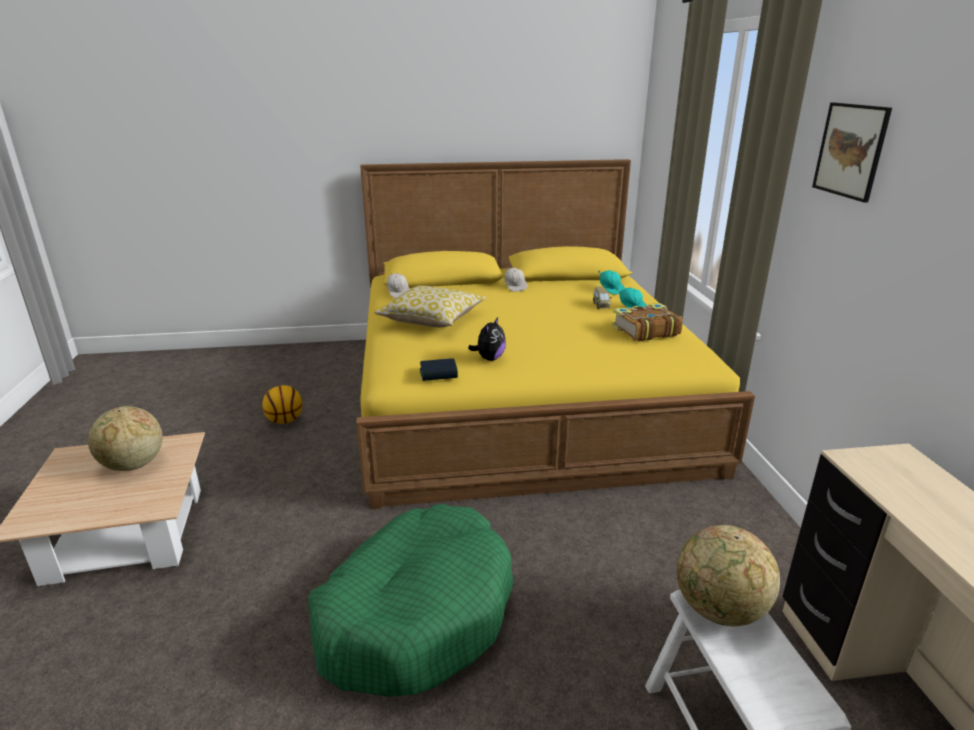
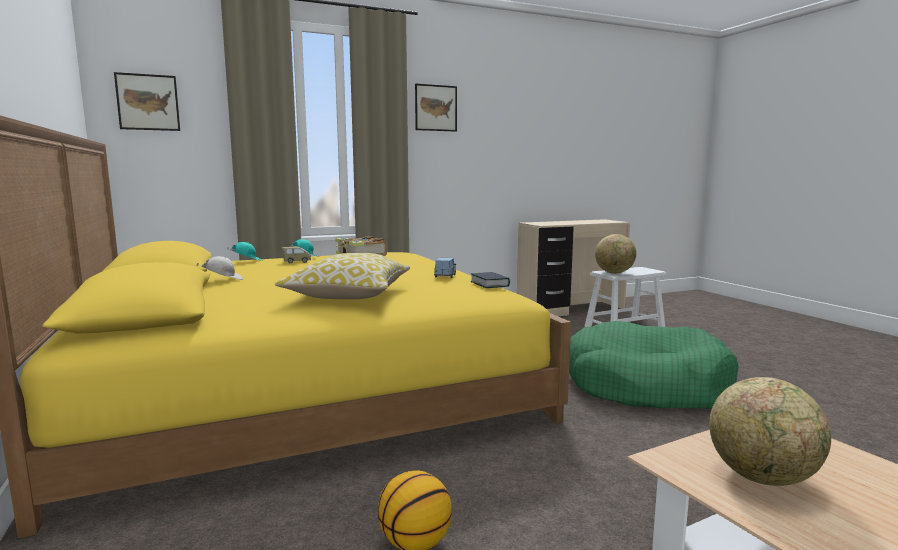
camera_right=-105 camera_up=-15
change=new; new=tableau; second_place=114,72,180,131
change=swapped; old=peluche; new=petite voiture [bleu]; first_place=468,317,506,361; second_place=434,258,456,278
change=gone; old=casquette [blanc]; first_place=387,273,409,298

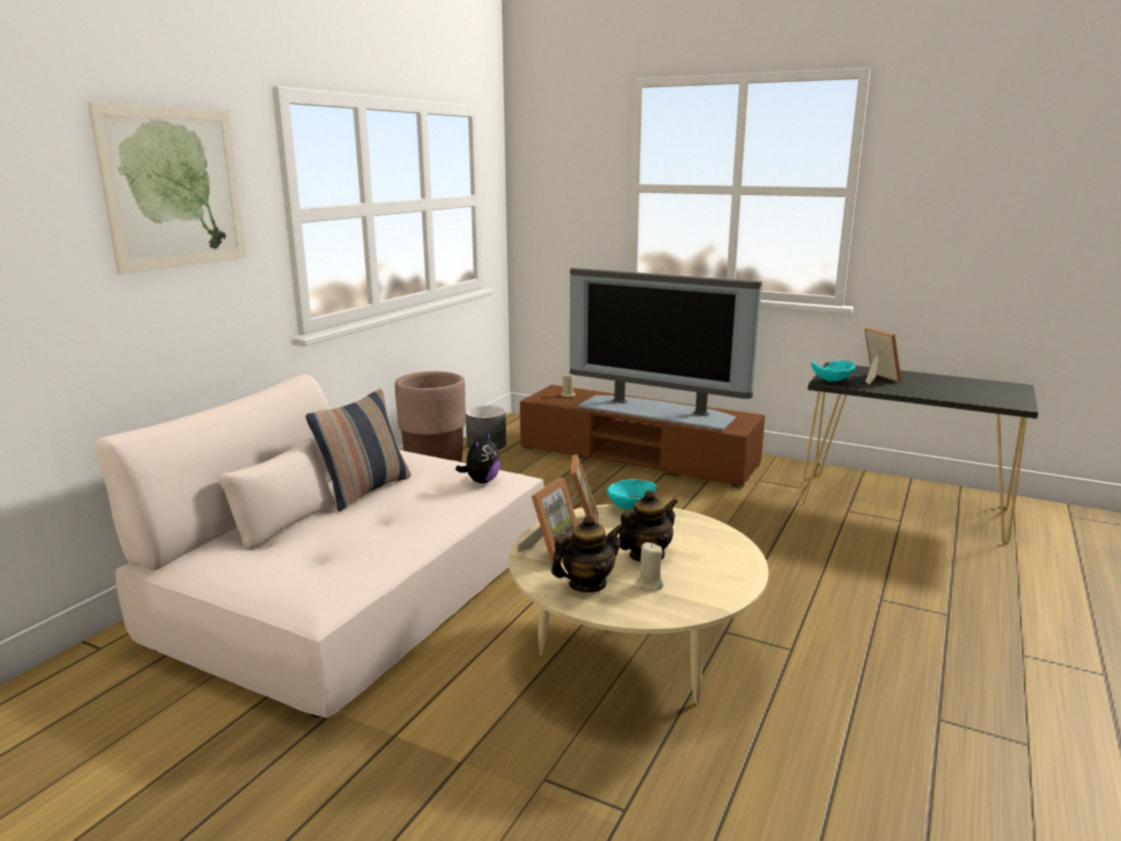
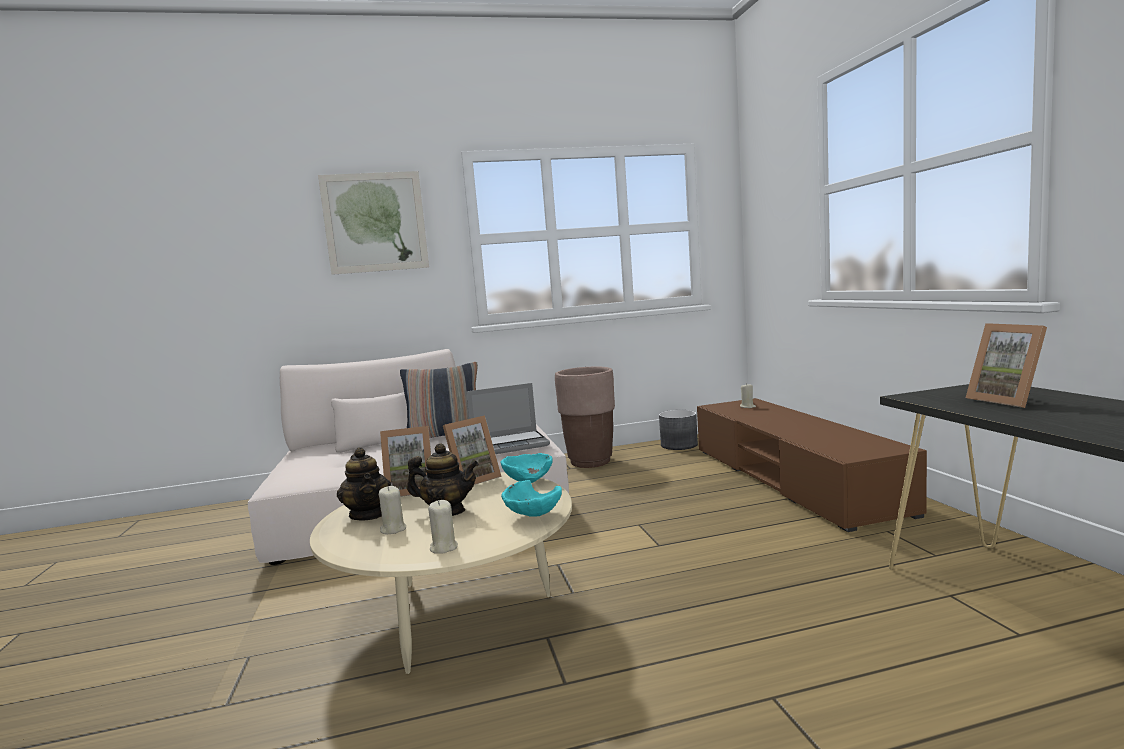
camera_right=50 camera_up=-10
change=rotated; old=théière; first_place=551,515,624,592; second_place=337,447,392,520; degrees=45
change=new; new=bougie [beige]; second_place=428,500,458,554
change=swapped; old=peluche; new=ordinateur portable; first_place=455,432,500,483; second_place=466,383,550,454
change=shifted; old=bol [turquoise]; first_place=811,360,856,382; second_place=501,480,562,517
change=rotated; old=cadre photo; first_place=865,327,901,384; second_place=966,323,1047,408; degrees=135
change=gone; old=téléviseur; first_place=570,268,762,430

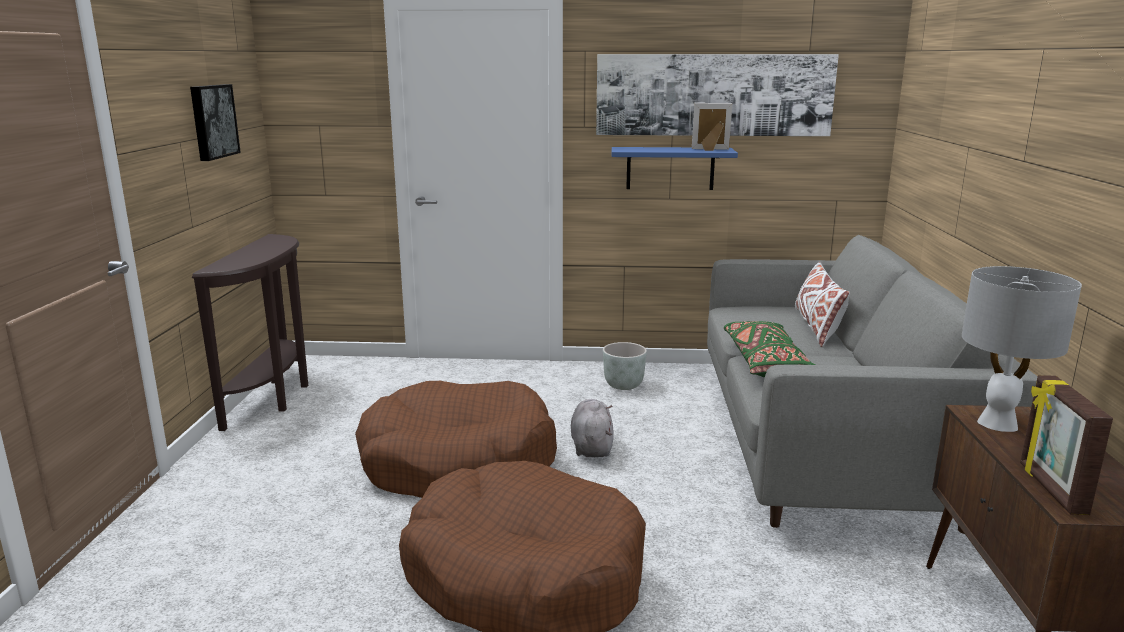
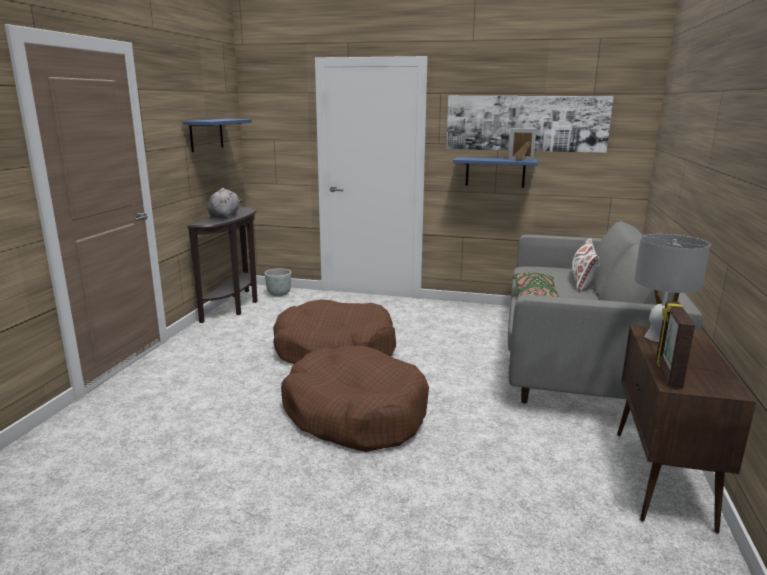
camera_right=10 camera_up=0
change=swapped; old=tableau; new=étagère [bleu]; first_place=190,84,241,161; second_place=182,119,252,152
change=shifted; old=peluche [gris]; first_place=571,399,614,457; second_place=208,188,242,219
change=shifted; old=cache-pot [gris]; first_place=603,342,647,390; second_place=265,269,291,296

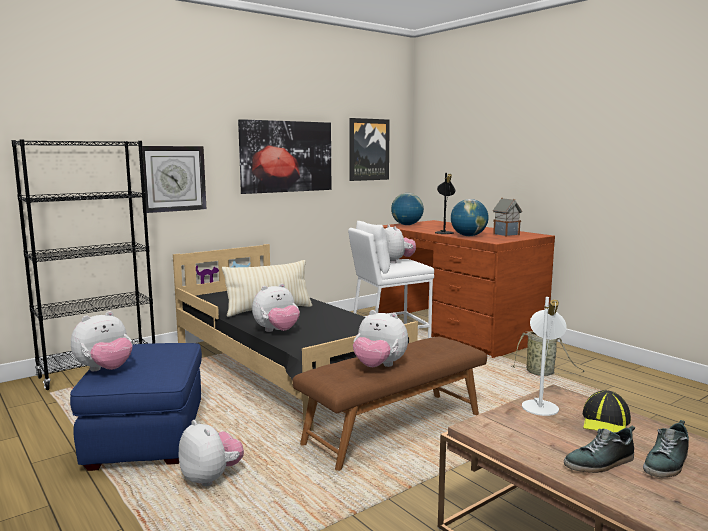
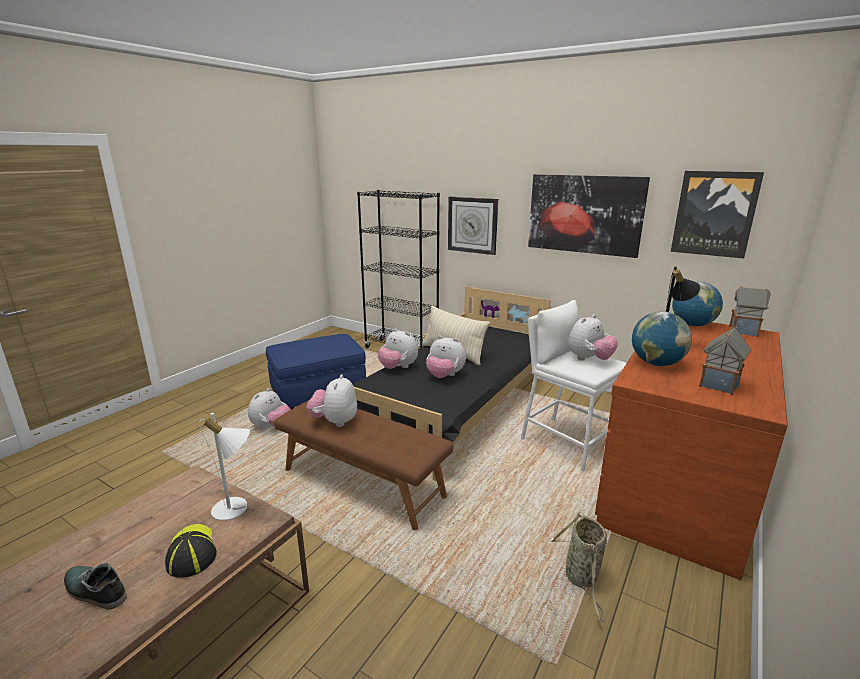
camera_right=70 camera_up=10
change=rotated; old=casquette; first_place=583,390,631,432; second_place=165,524,217,578; degrees=60
change=shifted; old=peluche; first_place=71,311,132,371; second_place=426,336,466,378
change=new; new=maison miniature; second_place=729,286,771,337
change=gone; old=chaussure; first_place=564,426,635,473

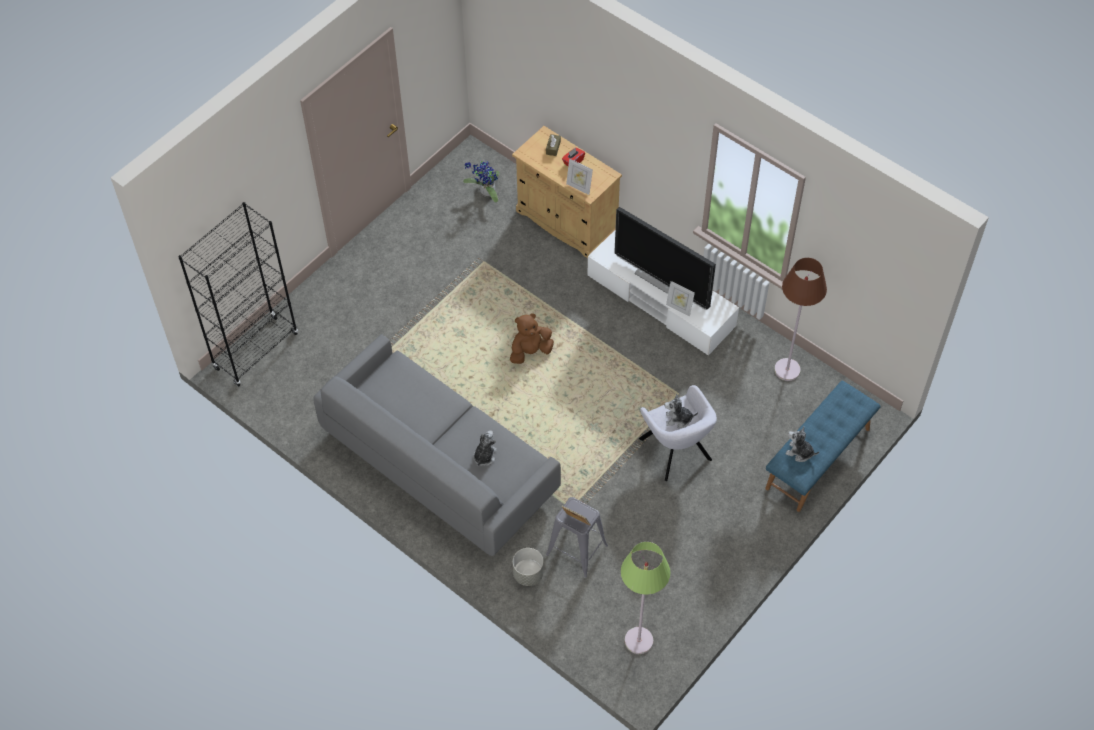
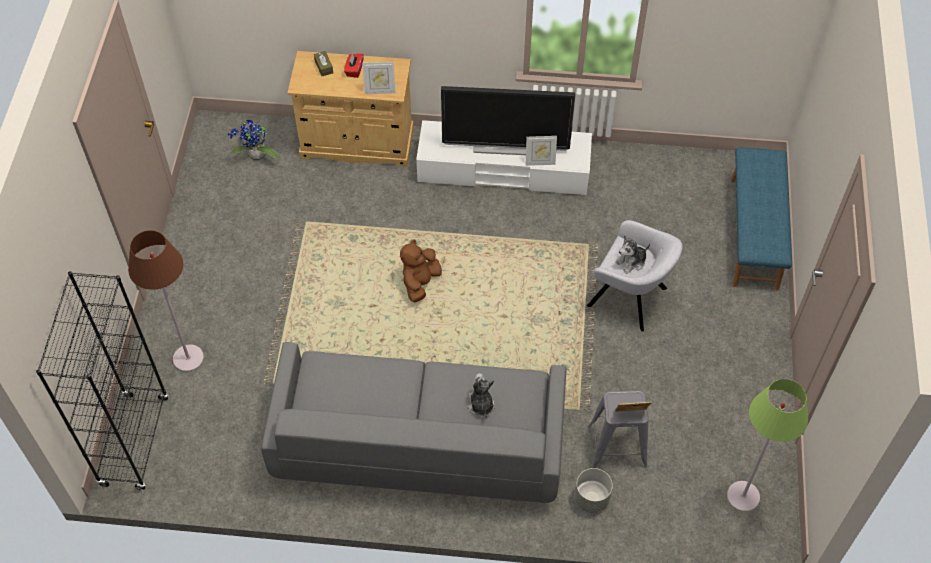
camera_right=-35 camera_up=0
change=shifted; old=lampadaire [marron]; first_place=774,258,827,381; second_place=128,230,204,372
change=gone; old=peluche; first_place=785,427,819,462

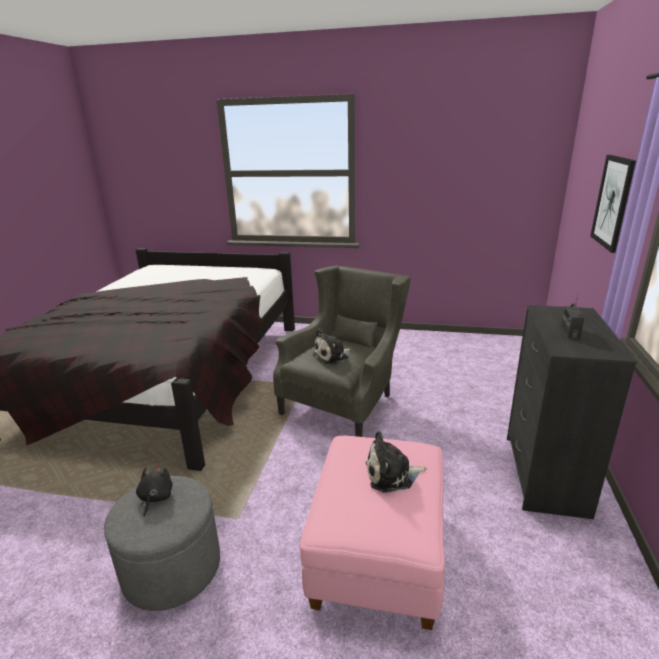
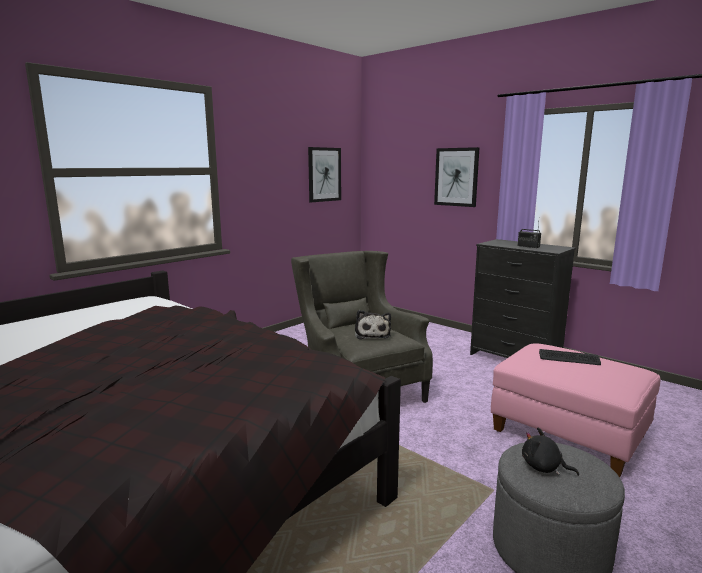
camera_right=-60 camera_up=-10
change=new; new=tableau; second_place=308,147,341,202
change=swapped; old=peluche; new=clavier; first_place=366,431,427,493; second_place=539,349,601,365

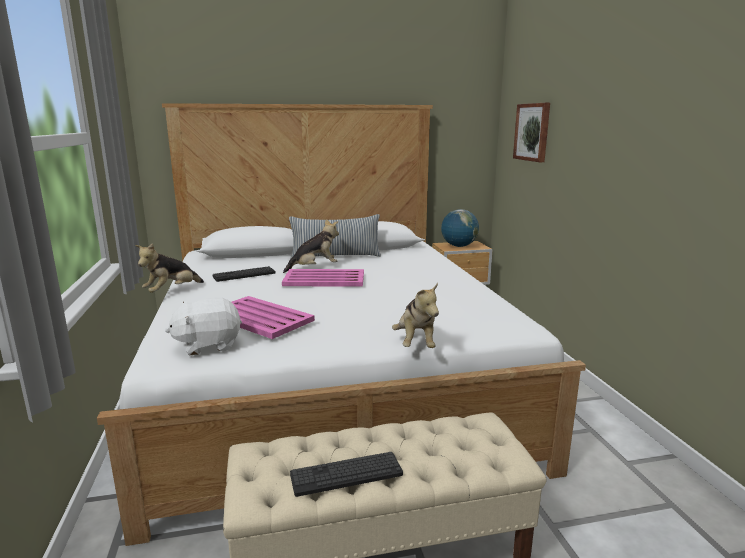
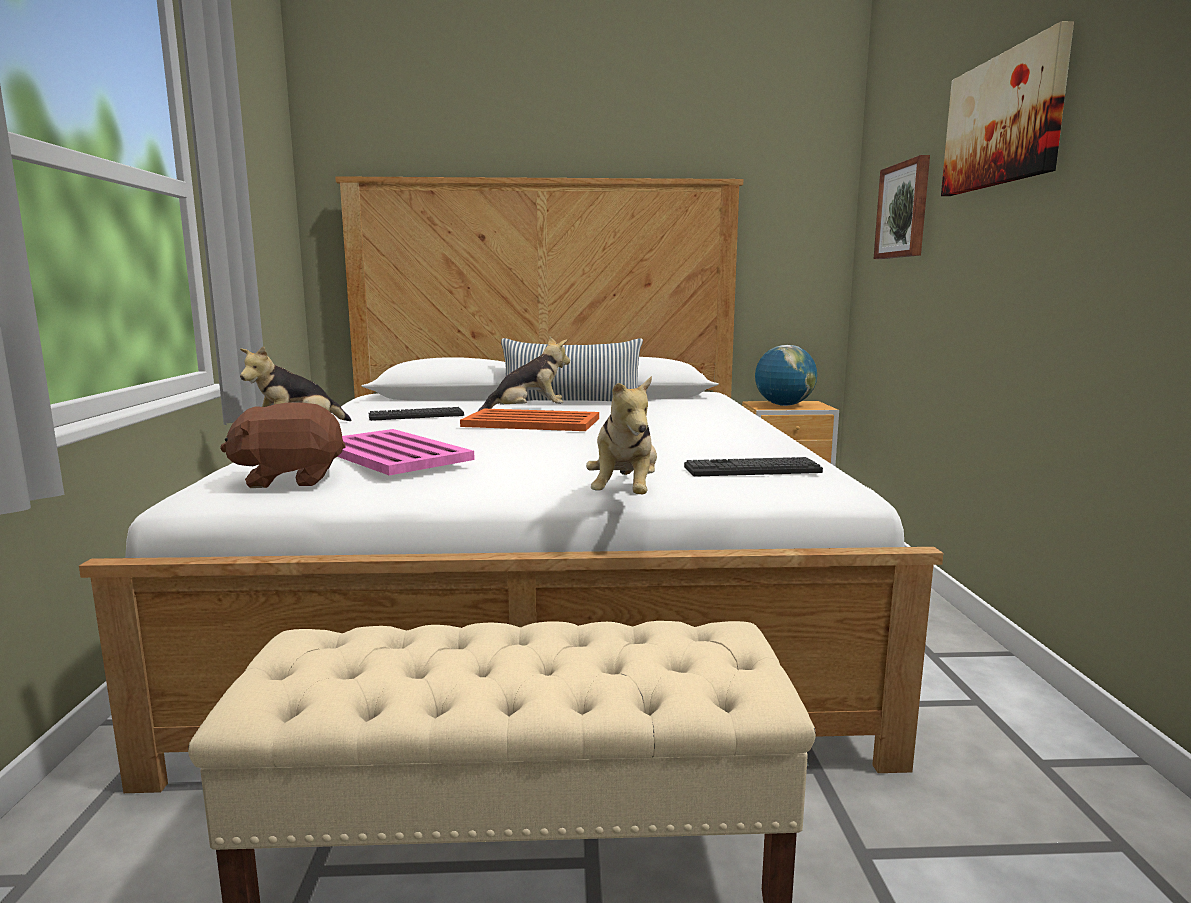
camera_right=10 camera_up=-5
change=repainted; old=peluche [blanc]; new=peluche [marron]; first_place=165,298,242,355; second_place=220,402,346,488
change=repainted; old=plateau [rose]; new=plateau [orange]; first_place=282,269,364,287; second_place=460,409,599,431
change=shifted; old=clavier; first_place=290,452,403,497; second_place=684,457,823,476
change=new; new=tableau; second_place=941,21,1074,196

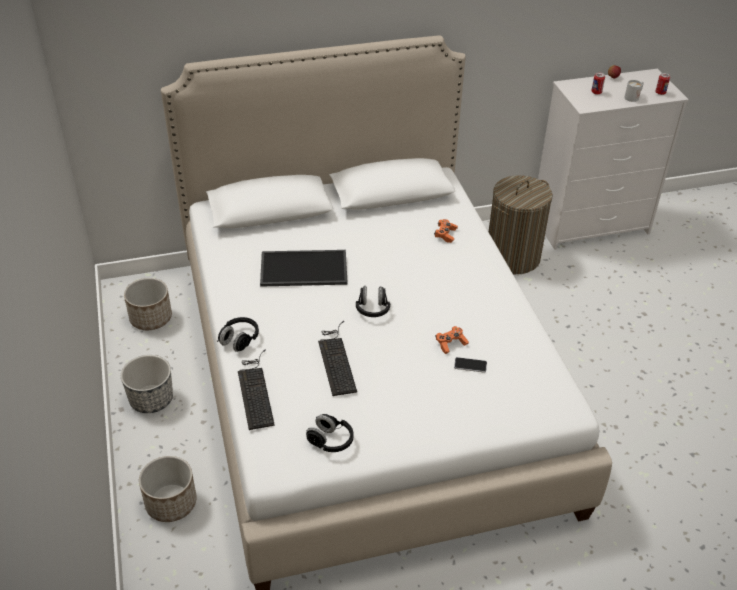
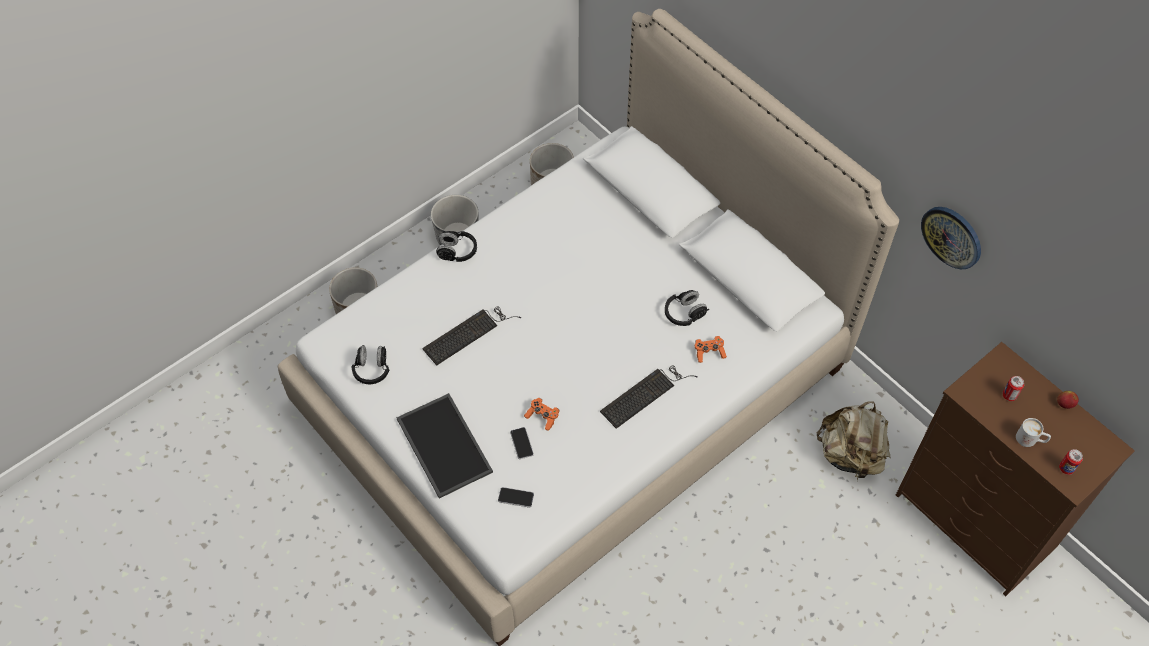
camera_right=65 camera_up=15
change=shifted; old=plateau; first_place=260,250,348,287; second_place=397,393,493,498
change=new; new=téléphone; second_place=498,487,534,508
change=shifted; old=clavier; first_place=238,349,275,430; second_place=600,365,698,429
change=shifted; old=casque audio [noir]; first_place=356,286,390,317; second_place=665,290,709,326
change=swapped; old=panier à linge; new=sac à dos [beige]; first_place=489,175,553,274; second_place=817,401,890,481
change=repainted; old=commode [blanc]; new=commode [marron]; first_place=538,69,689,250; second_place=896,342,1135,596
change=new; new=horloge murale; second_place=921,207,981,269

